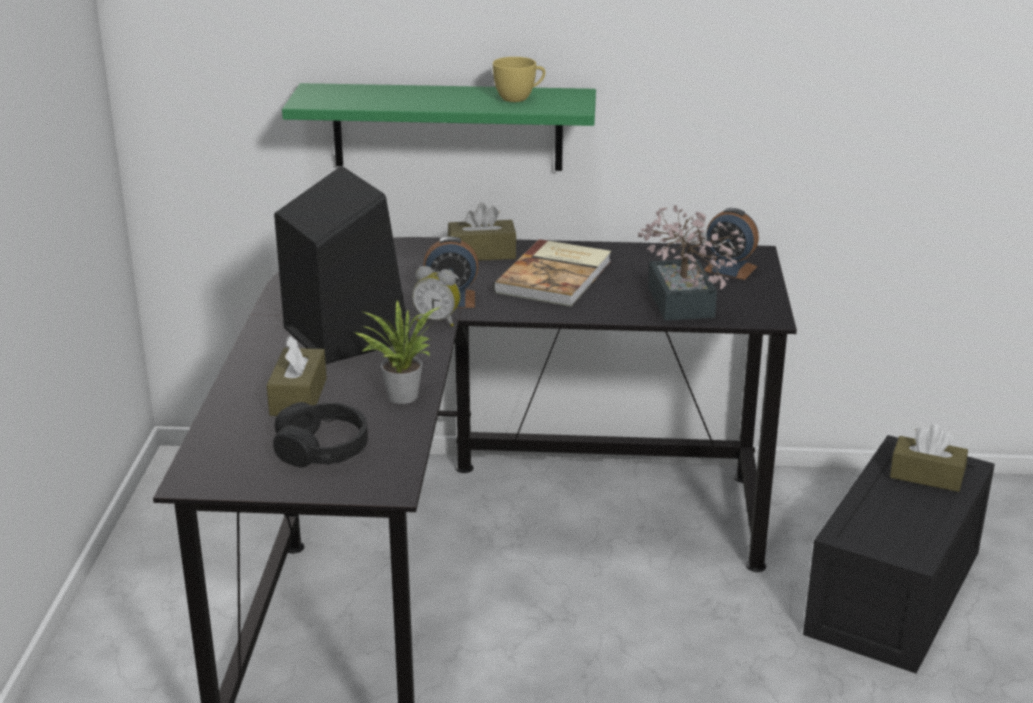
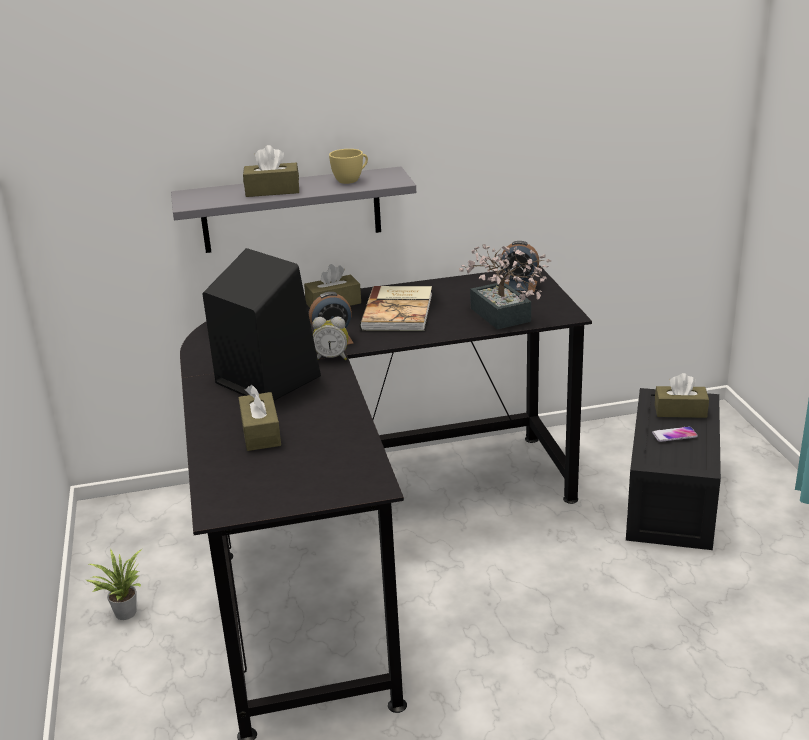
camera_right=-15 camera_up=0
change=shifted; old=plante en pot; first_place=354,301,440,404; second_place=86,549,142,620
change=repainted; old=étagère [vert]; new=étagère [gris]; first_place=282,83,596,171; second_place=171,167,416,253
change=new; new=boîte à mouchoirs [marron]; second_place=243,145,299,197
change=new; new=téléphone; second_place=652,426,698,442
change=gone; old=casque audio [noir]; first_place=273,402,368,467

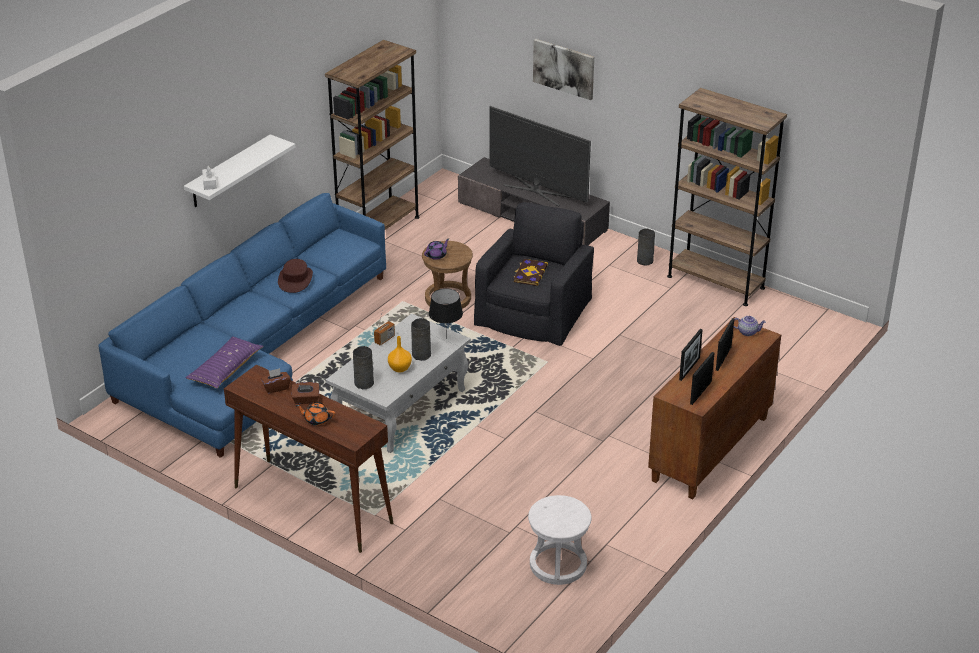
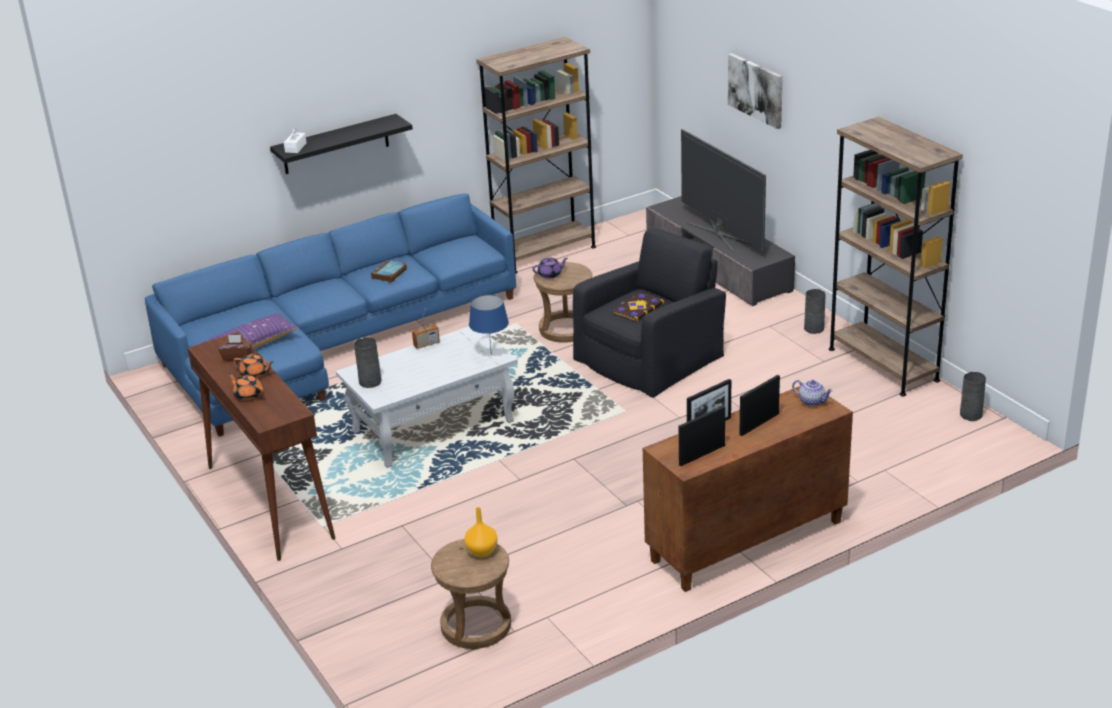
camera_right=25 camera_up=-5
change=swapped; old=boîte à mouchoirs [marron]; new=théière [orange]; first_place=292,382,319,404; second_place=233,354,273,378
change=repainted; old=étagère [blanc]; new=étagère [noir]; first_place=184,134,295,207; second_place=270,114,413,174
change=swapped; old=chapeau [marron]; new=livre; first_place=278,259,313,293; second_place=371,260,407,283
change=repainted; old=tabouret [blanc]; new=tabouret [marron]; first_place=528,495,592,585; second_place=431,539,511,649
change=shifted; old=vase [orange]; first_place=388,336,412,373; second_place=464,507,498,557
change=repainted; old=lampe de table [noir]; new=lampe de table [bleu]; first_place=429,288,463,339; second_place=469,294,509,355
change=shifted; old=vase [gris]; first_place=411,318,431,361; second_place=960,372,986,421

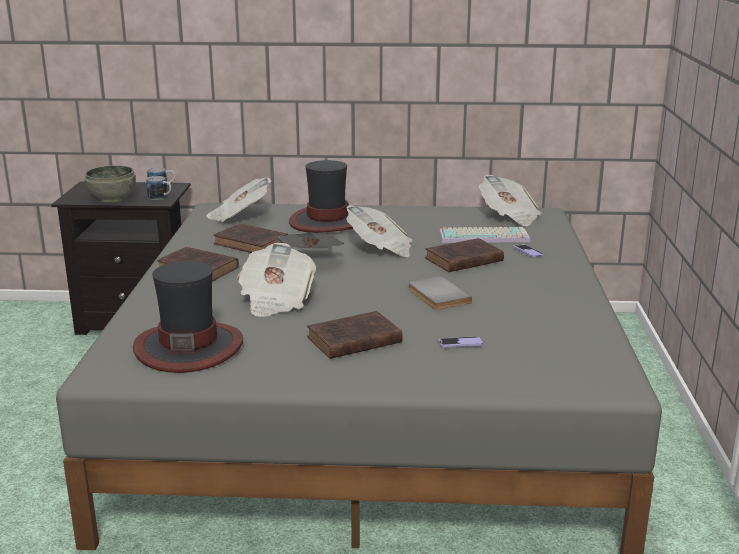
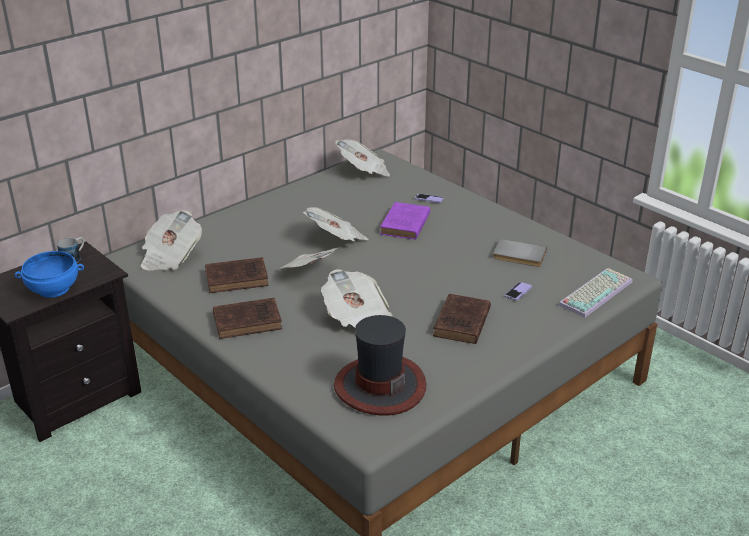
camera_right=-45 camera_up=10
change=repainted; old=bol [gris]; new=bol [bleu]; first_place=84,165,136,202; second_place=15,251,84,298
change=repainted; old=livre [marron]; new=livre [violet]; first_place=425,238,504,272; second_place=380,202,430,240
change=shifted; old=livre [gris]; first_place=408,276,472,310; second_place=493,239,547,267
change=shifted; old=clavier; first_place=439,227,530,243; second_place=558,268,633,318
change=gone; old=mug; first_place=147,176,171,200
change=gone; old=chapeau; first_place=289,160,353,233

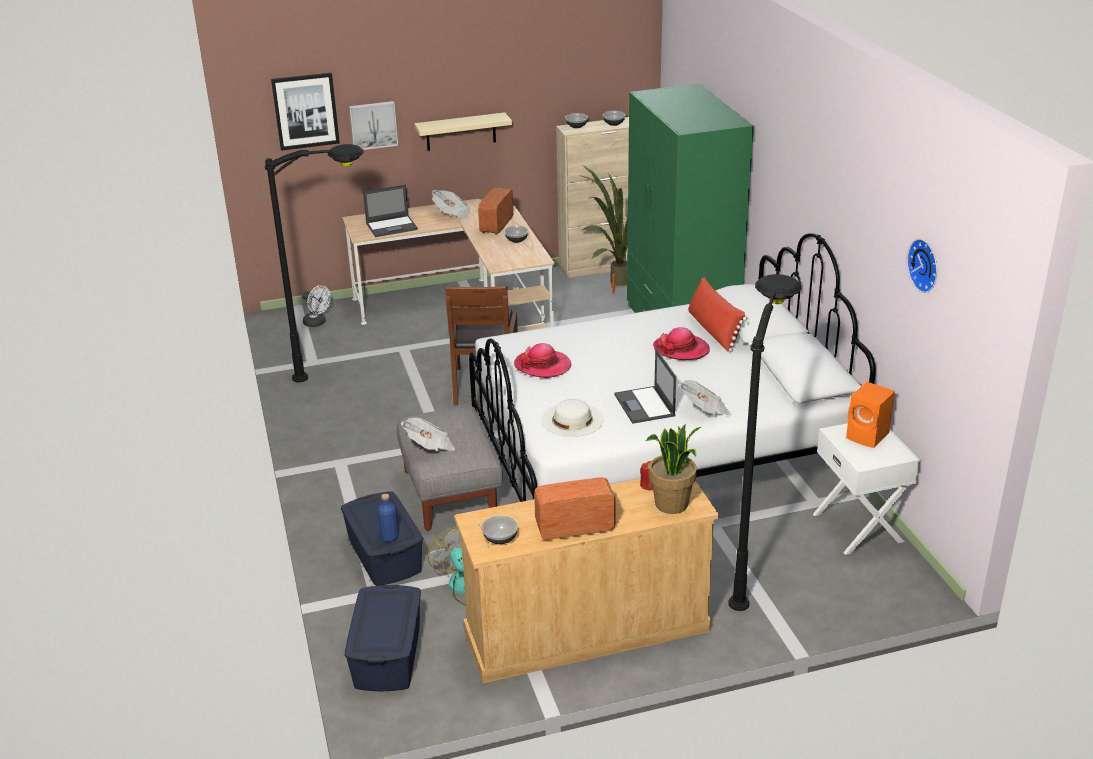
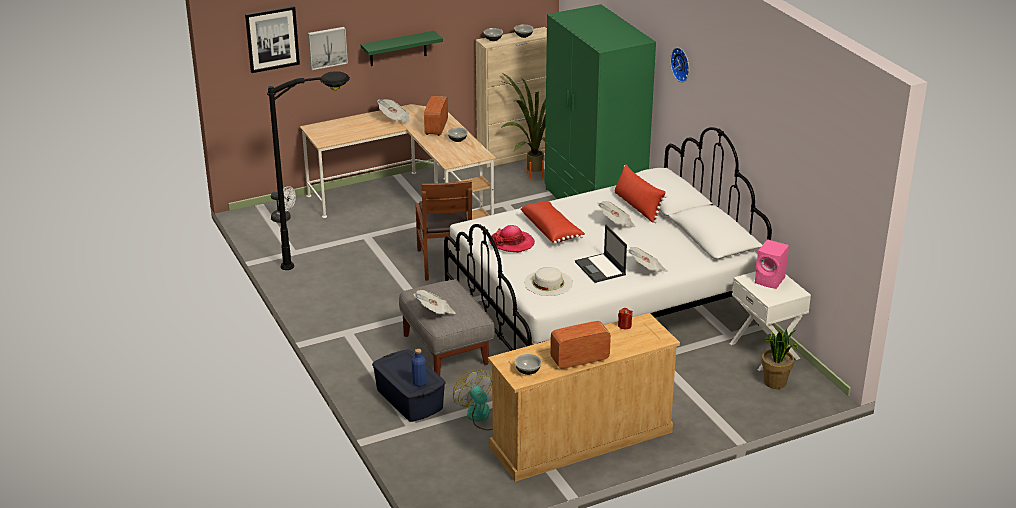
camera_right=-10 camera_up=0
change=repainted; old=étagère [beige]; new=étagère [vert]; first_place=414,112,512,151; second_place=361,31,443,66
change=new; new=coussin [rouge]; second_place=520,201,585,244
change=swapped; old=chapeau; new=journal; first_place=653,327,710,360; second_place=597,201,635,227
change=shifted; old=horloge murale; first_place=907,239,937,293; second_place=670,47,689,83
change=repainted; old=enceinte [orange]; new=enceinte [rose]; first_place=846,382,895,448; second_place=755,239,789,289
change=shifted; old=plante en pot; first_place=645,424,701,514; second_place=761,328,798,389
change=gone; old=boîte de rangement [bleu]; first_place=345,585,421,691
change=gone; old=ordinateur portable; first_place=363,184,418,237
change=gone; old=lampadaire [noir]; first_place=728,274,802,611

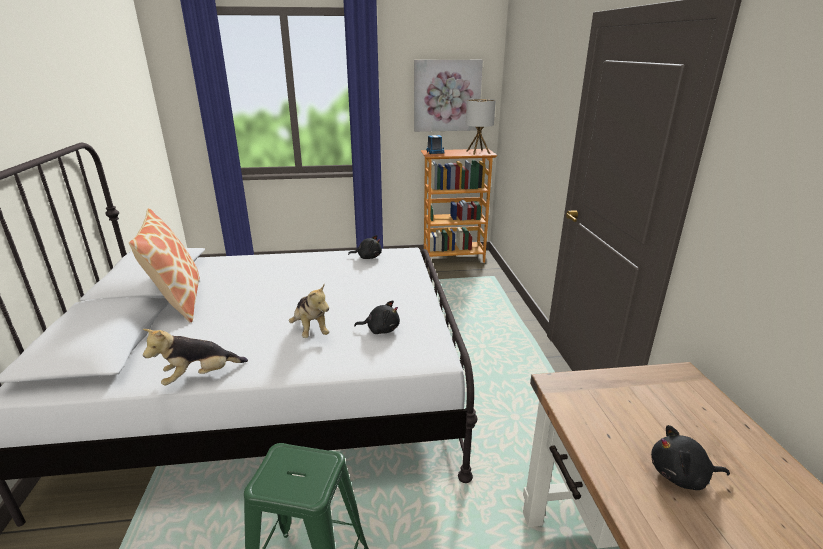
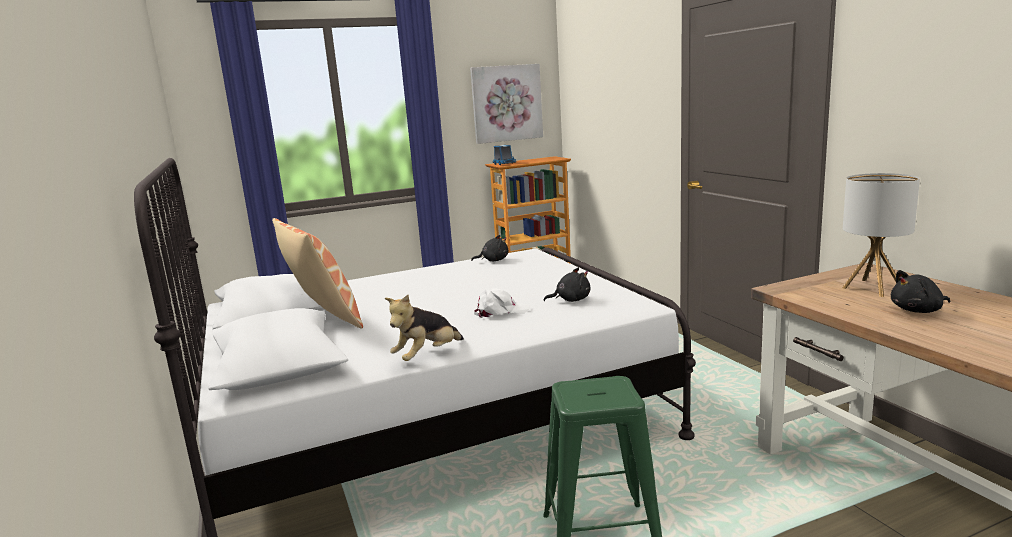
camera_right=-15 camera_up=-10
change=swapped; old=peluche; new=casquette [blanc]; first_place=289,284,329,338; second_place=474,288,530,318
change=shifted; old=lampe de table; first_place=466,99,496,155; second_place=842,173,920,297

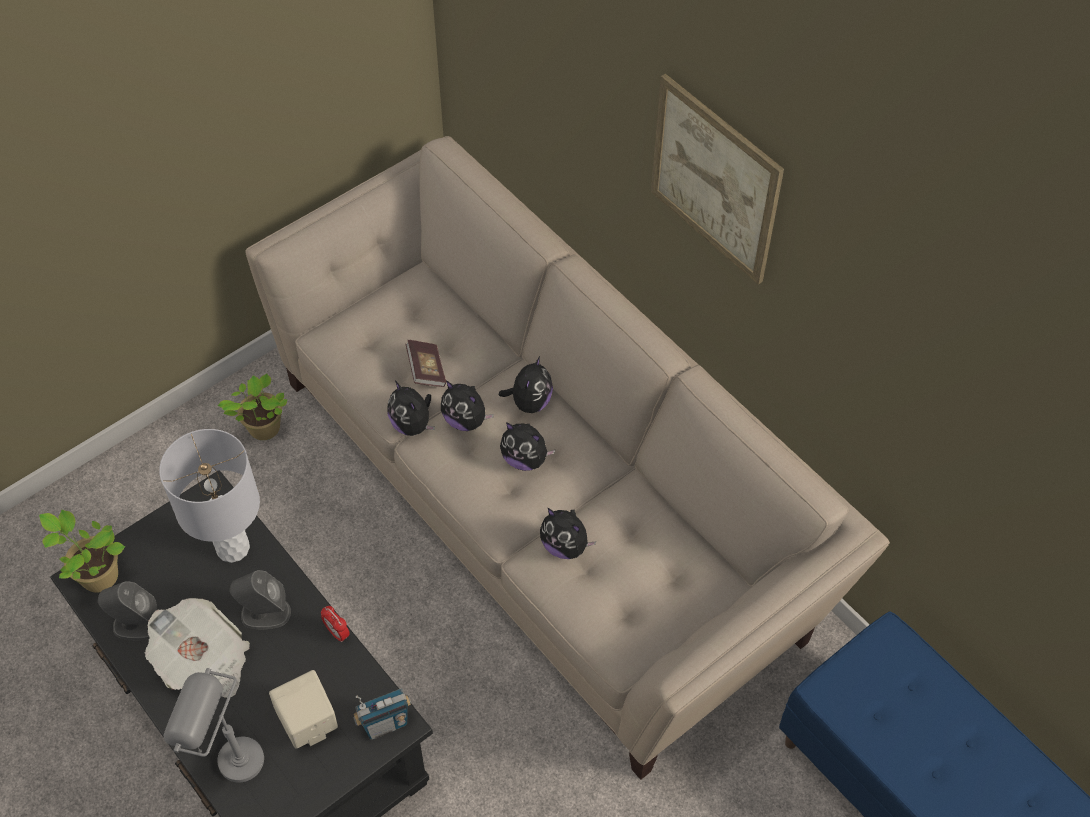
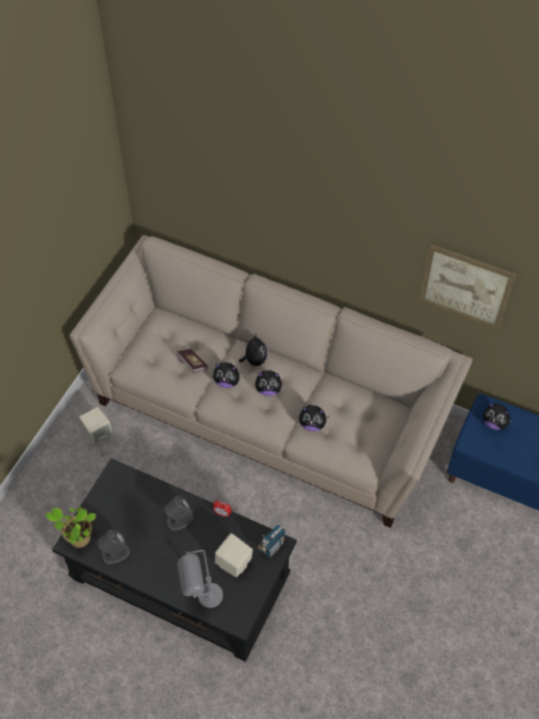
camera_right=-25 camera_up=0
change=swapped; old=plante en pot; new=enceinte [beige]; first_place=217,374,288,440; second_place=79,407,113,445
change=shifted; old=tableau; first_place=651,74,784,285; second_place=419,244,516,330
change=shifted; old=peluche; first_place=388,381,435,436; second_place=483,403,513,430
change=gone; old=journal; first_place=145,598,250,698
change=gone; old=lampe de table [gris]; first_place=159,429,260,563

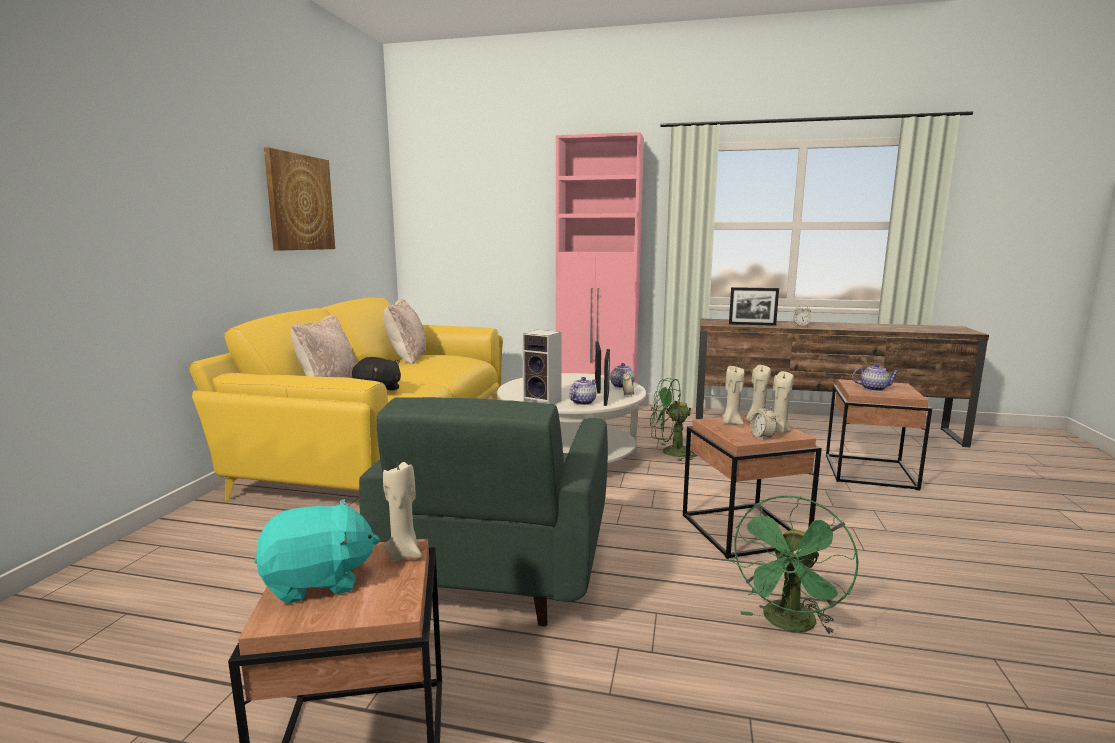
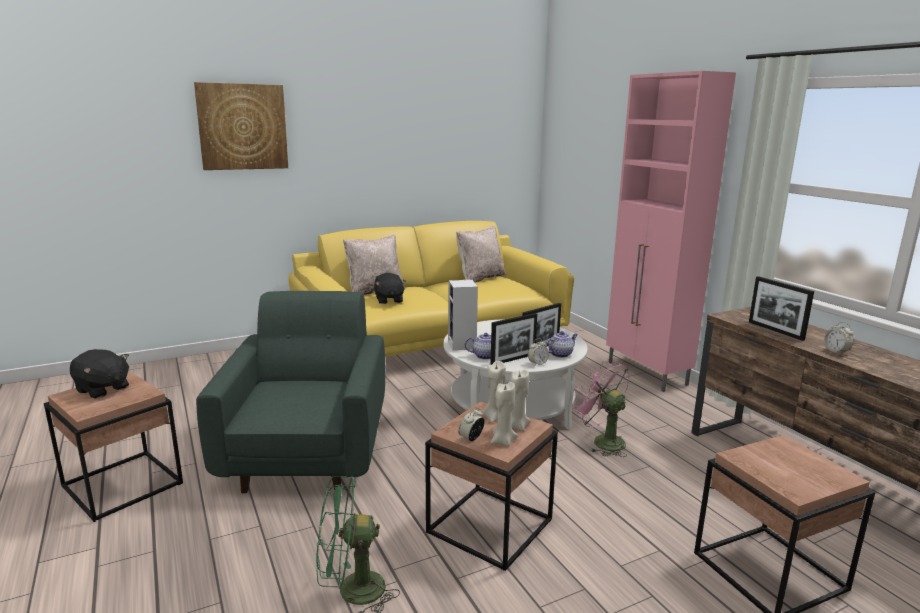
camera_right=50 camera_up=5
change=repainted; old=peluche [turquoise]; new=peluche [noir]; first_place=254,499,380,604; second_place=70,349,129,398
change=shifted; old=tableau; first_place=264,147,335,251; second_place=194,82,288,170
change=rotated; old=fauteuil [vert]; first_place=359,397,608,627; second_place=196,291,385,493; degrees=120
change=repainted; old=ventilateur [vert]; new=ventilateur [rose]; first_place=650,378,697,461; second_place=573,361,629,457
change=gone; old=bougie [beige]; first_place=383,460,422,562
change=gone; old=théière; first_place=852,364,899,391

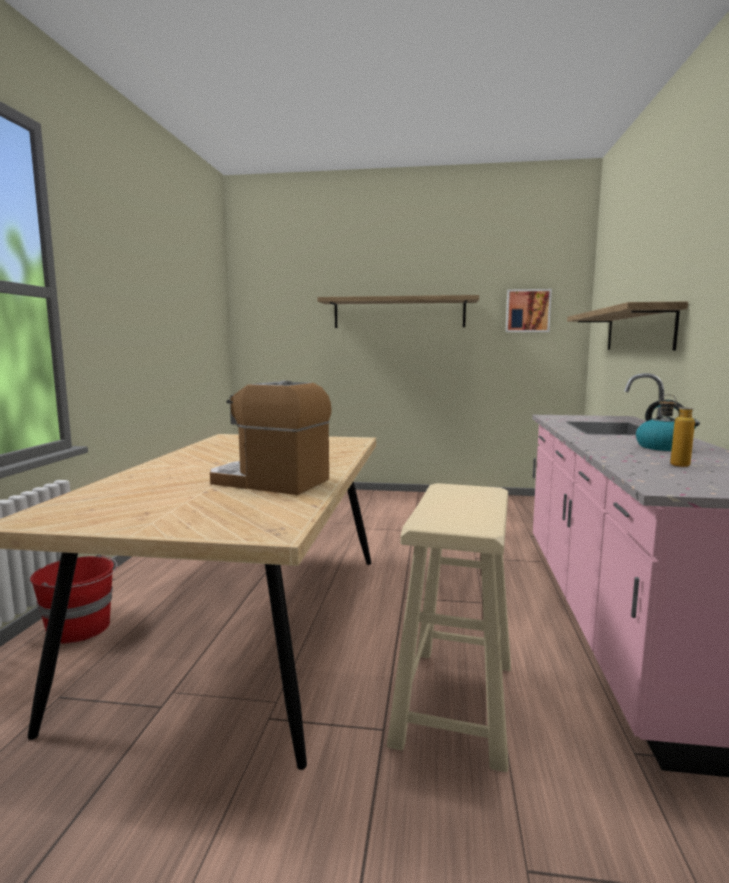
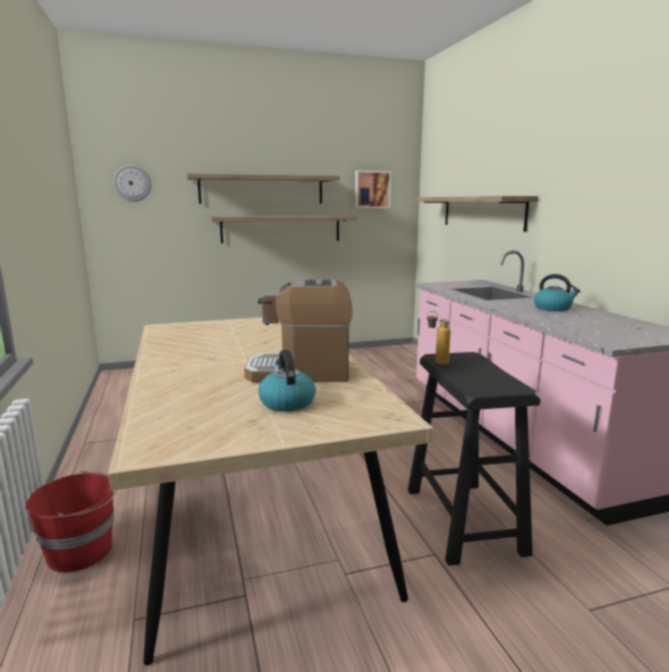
camera_right=-25 camera_up=5
change=new; new=horloge murale; second_place=113,165,151,202
change=new; new=étagère; second_place=209,215,357,243
change=new; new=bouilloire; second_place=259,350,316,412
change=repainted; old=tabouret [beige]; new=tabouret [noir]; first_place=387,483,511,772; second_place=408,352,541,566
change=shifted; old=bouteille; first_place=659,394,695,467; second_place=427,311,451,365

